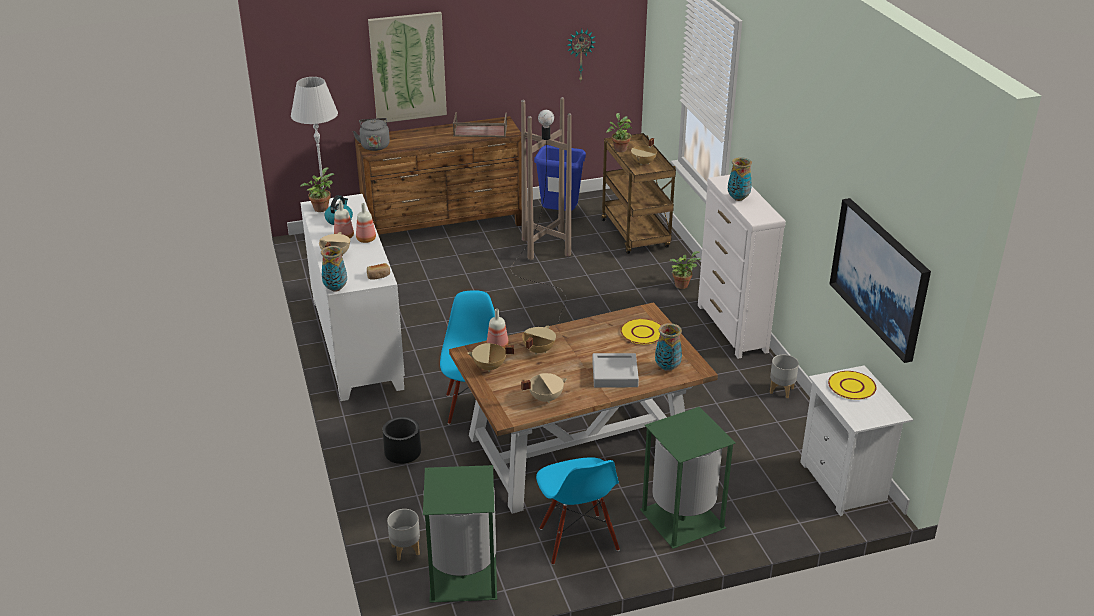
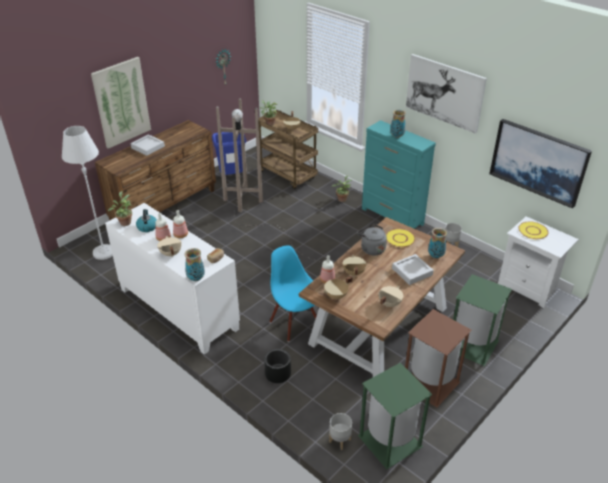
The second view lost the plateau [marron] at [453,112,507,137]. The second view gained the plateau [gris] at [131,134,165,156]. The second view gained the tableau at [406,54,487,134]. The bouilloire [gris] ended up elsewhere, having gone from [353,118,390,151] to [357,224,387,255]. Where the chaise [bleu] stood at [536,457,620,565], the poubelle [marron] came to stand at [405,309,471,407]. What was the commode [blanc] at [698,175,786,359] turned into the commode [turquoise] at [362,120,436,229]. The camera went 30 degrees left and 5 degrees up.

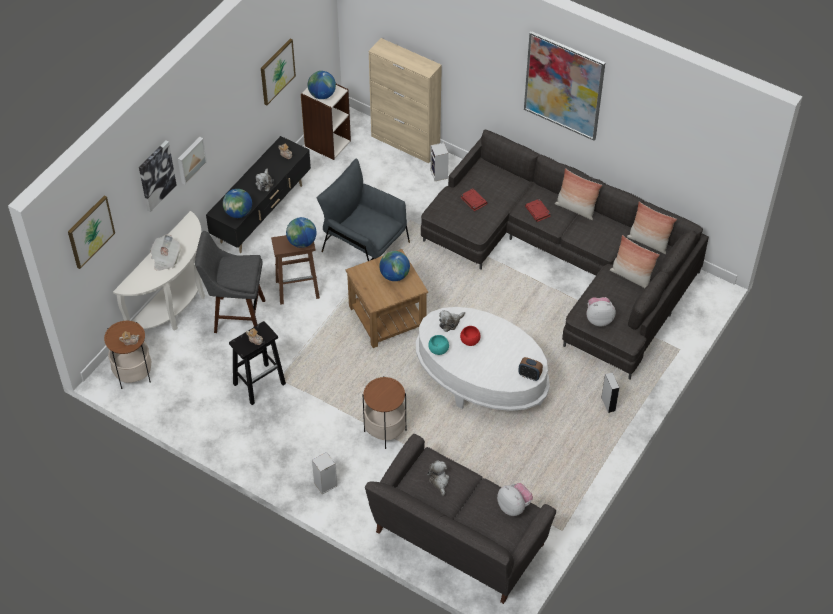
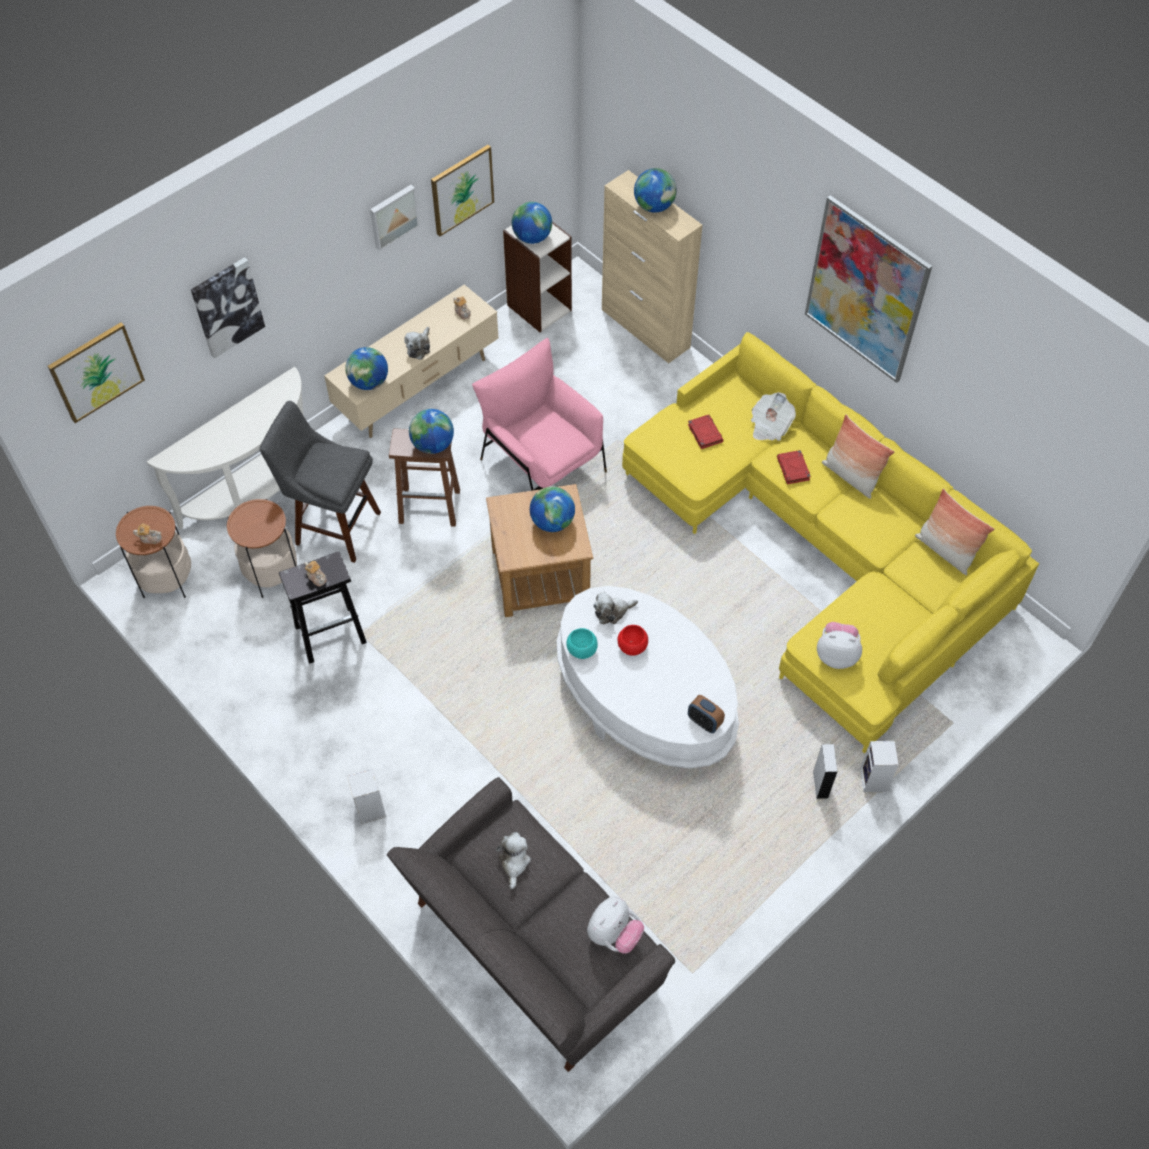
The second view lost the coussin at [610,235,660,288]. The second view gained the globe at [634,168,677,213]. The journal ended up elsewhere, having gone from [150,234,181,271] to [751,392,796,441]. The tableau ended up elsewhere, having gone from [178,137,207,185] to [370,185,420,251]. The table d'appoint ended up elsewhere, having gone from [363,377,407,449] to [227,499,297,598]. The enceinte ended up elsewhere, having gone from [430,143,449,181] to [860,741,899,792]. What was the meuble télé [noir] at [206,136,311,253] turned into the meuble télé [beige] at [324,284,498,438]. What was the fauteuil [gris] at [317,158,410,261] turned into the fauteuil [rose] at [472,338,607,491]. What was the canapé [gris] at [421,129,709,380] turned into the canapé [jaune] at [622,332,1039,753]. The peluche at [497,483,533,516] ended up facing another way, 60 degrees clockwise from before. The camera went 15 degrees right and 5 degrees up.

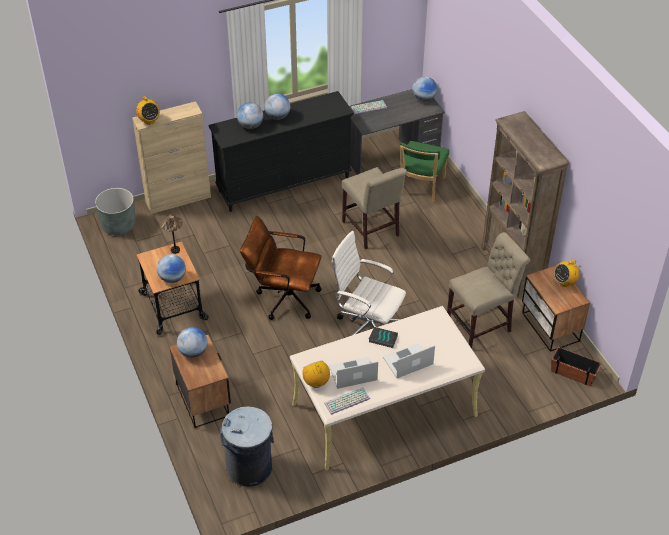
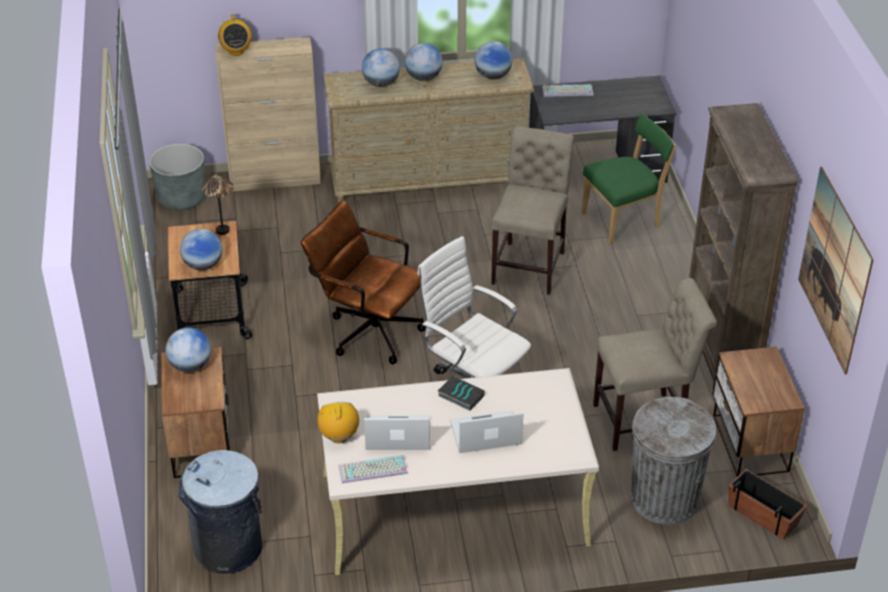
The second view lost the radio at [554,260,580,287]. The second view gained the poubelle [gris] at [630,397,716,524]. The second view gained the tableau at [798,167,874,375]. The globe ended up elsewhere, having gone from [412,76,437,101] to [475,41,512,79]. What was the commode [noir] at [209,91,354,212] turned into the commode [beige] at [324,58,534,203]. The chaise [beige] at [342,167,407,249] ended up facing another way, 150 degrees counterclockwise from before. The chaise [vert] at [400,141,449,202] ended up facing another way, 150 degrees counterclockwise from before. The camera went 15 degrees right and 5 degrees down.

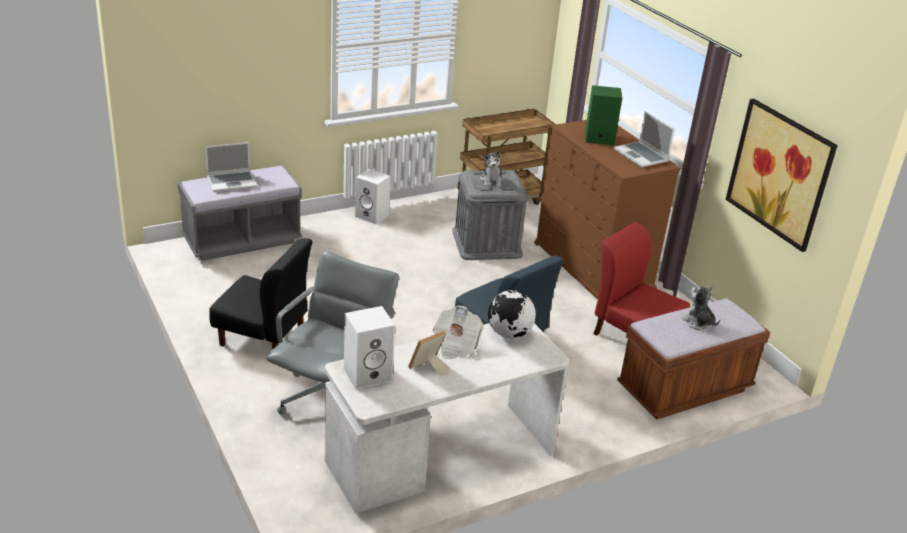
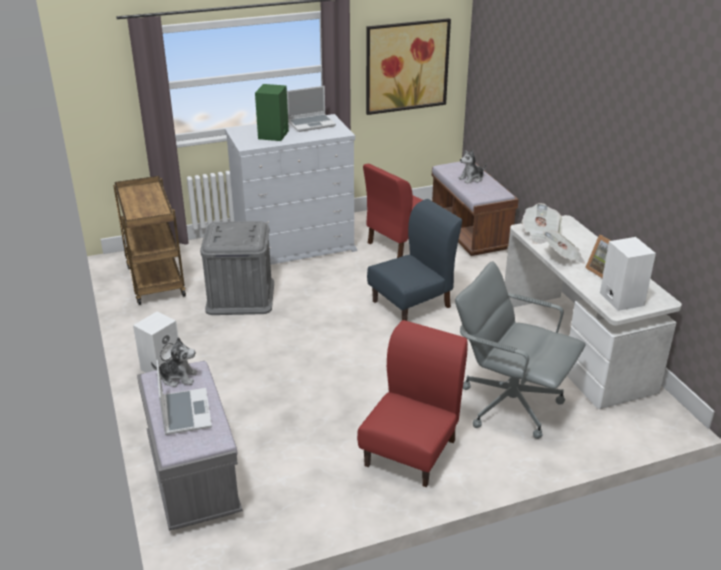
The peluche ended up elsewhere, having gone from [480,150,503,187] to [151,337,197,387]. Where the globe stood at [488,290,536,338], the journal came to stand at [521,203,562,244]. What was the chaise [noir] at [209,238,312,350] turned into the chaise [rouge] at [357,320,468,487]. What was the commode [marron] at [534,120,680,299] turned into the commode [blanc] at [225,114,357,265]. The camera went 80 degrees left and 0 degrees up.

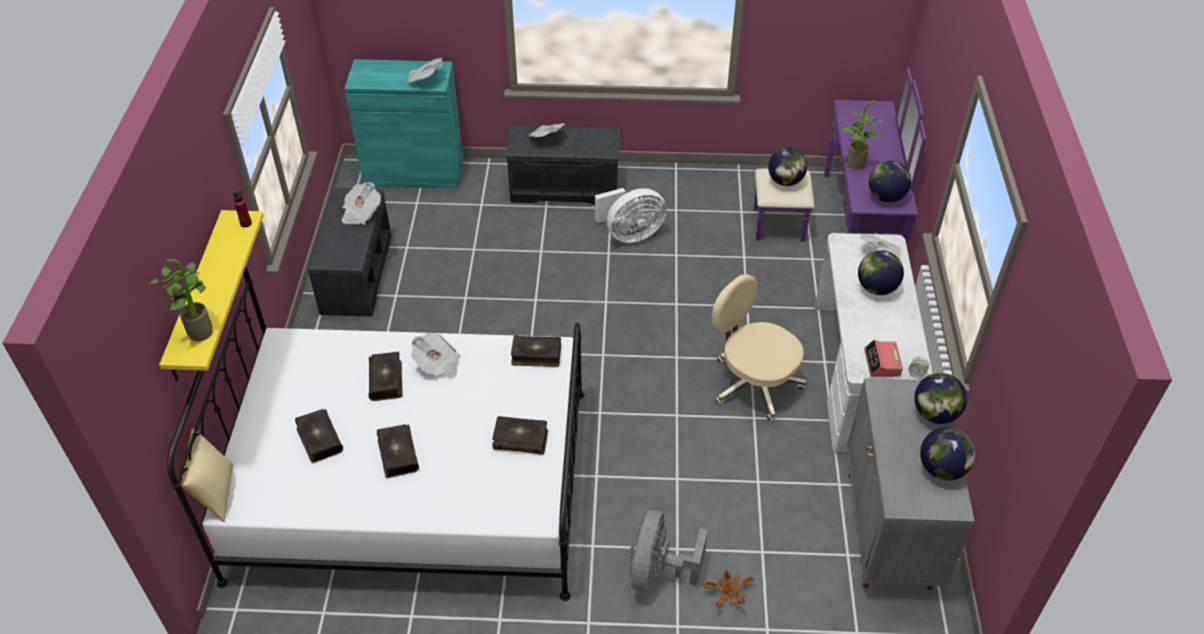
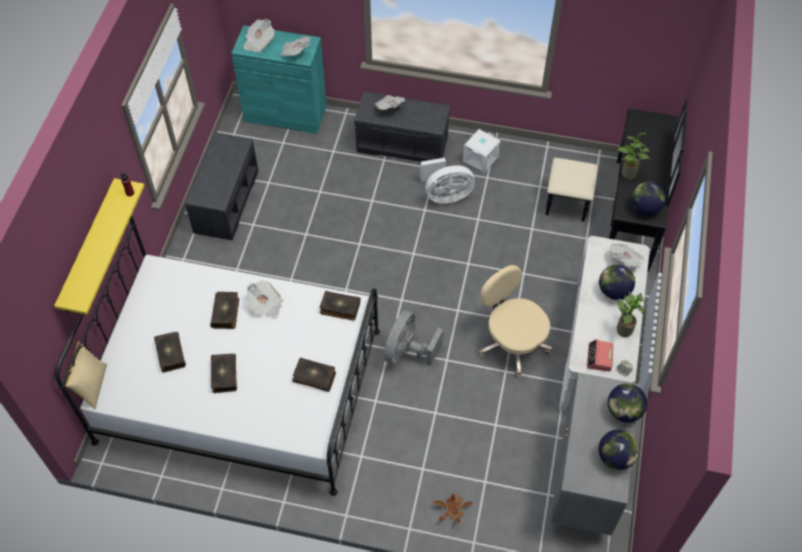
The second view lost the globe at [768,147,807,186]. The second view gained the boîte de rangement [blanc] at [463,129,501,174]. The plante en pot ended up elsewhere, having gone from [150,259,212,341] to [617,291,645,337]. The journal ended up elsewhere, having gone from [342,182,381,225] to [243,19,275,53]. The ventilateur [gris] ended up elsewhere, having gone from [629,510,708,592] to [384,311,443,365]. What was the commode [violet] at [754,67,926,245] turned into the commode [noir] at [545,99,687,272]. The camera went 10 degrees right and 10 degrees up.

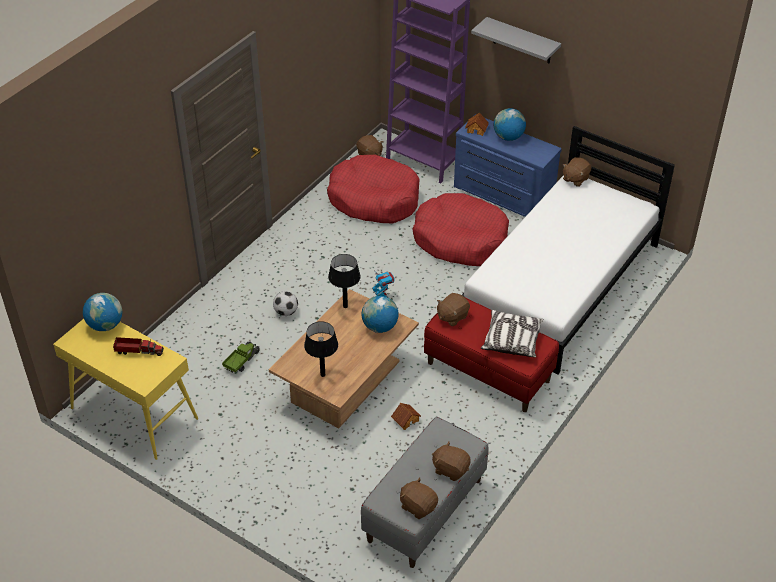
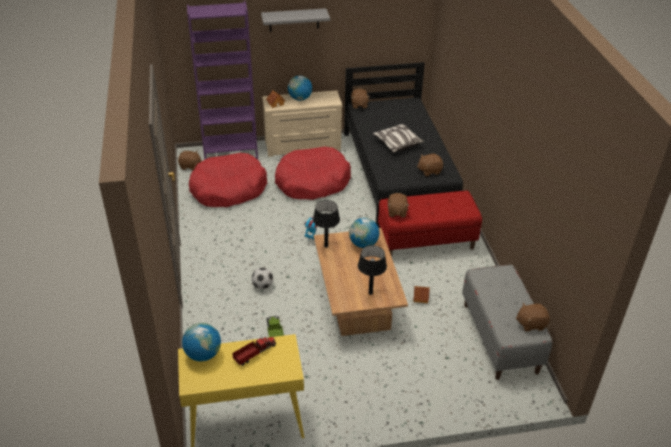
The peluche [marron] ended up elsewhere, having gone from [432,441,470,481] to [417,154,443,176]. The coussin ended up elsewhere, having gone from [481,310,543,358] to [372,124,424,153]. What was the commode [bleu] at [454,114,562,217] turned into the commode [beige] at [262,90,342,157]. What was the lit [blanc] at [462,126,675,374] turned into the lit [noir] at [344,62,463,228]. The camera went 45 degrees left and 5 degrees down.

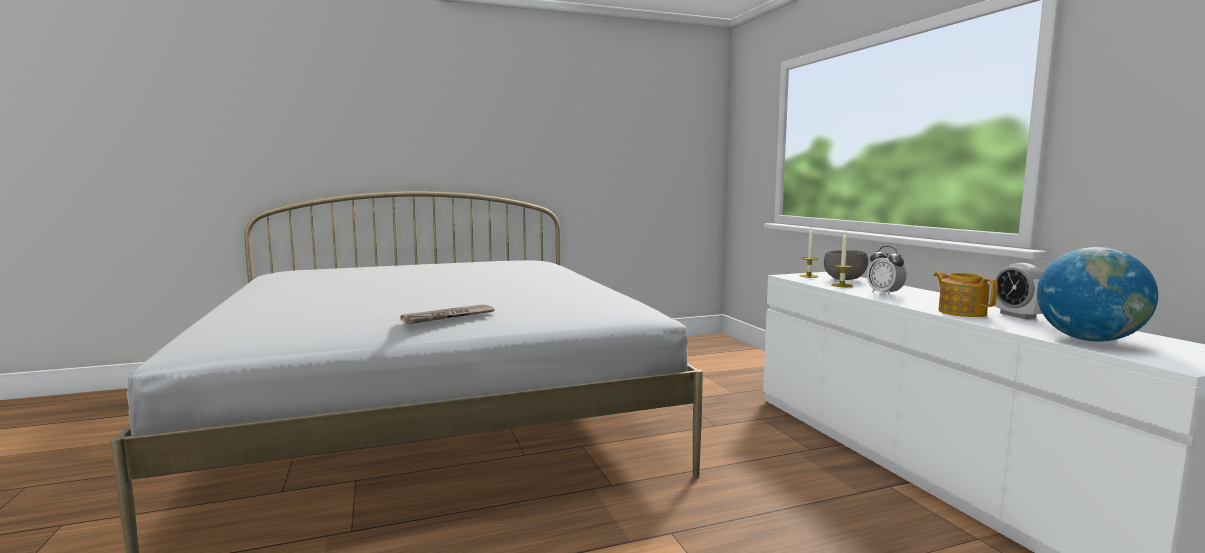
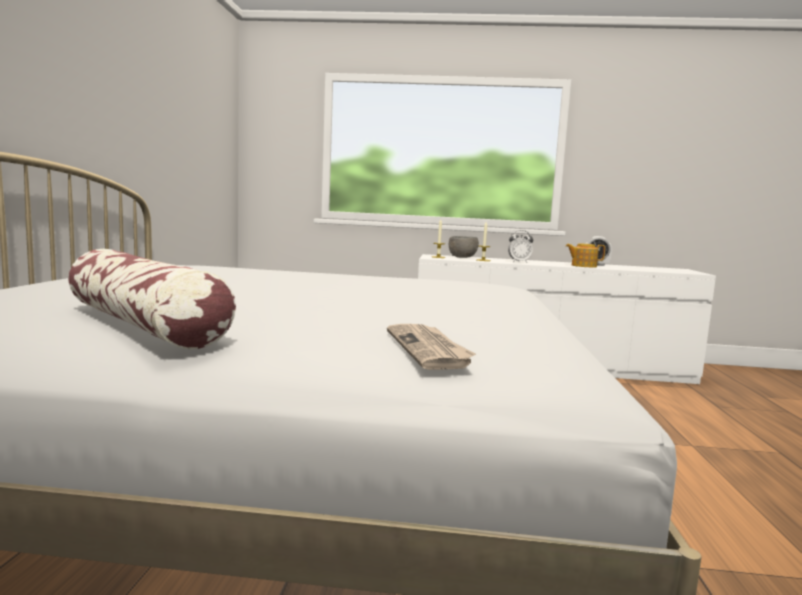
The second view lost the globe at [1037,247,1158,342]. The second view gained the coussin at [68,249,236,349]. The journal ended up elsewhere, having gone from [400,304,495,324] to [387,324,476,370]. The camera went 65 degrees left and 0 degrees up.

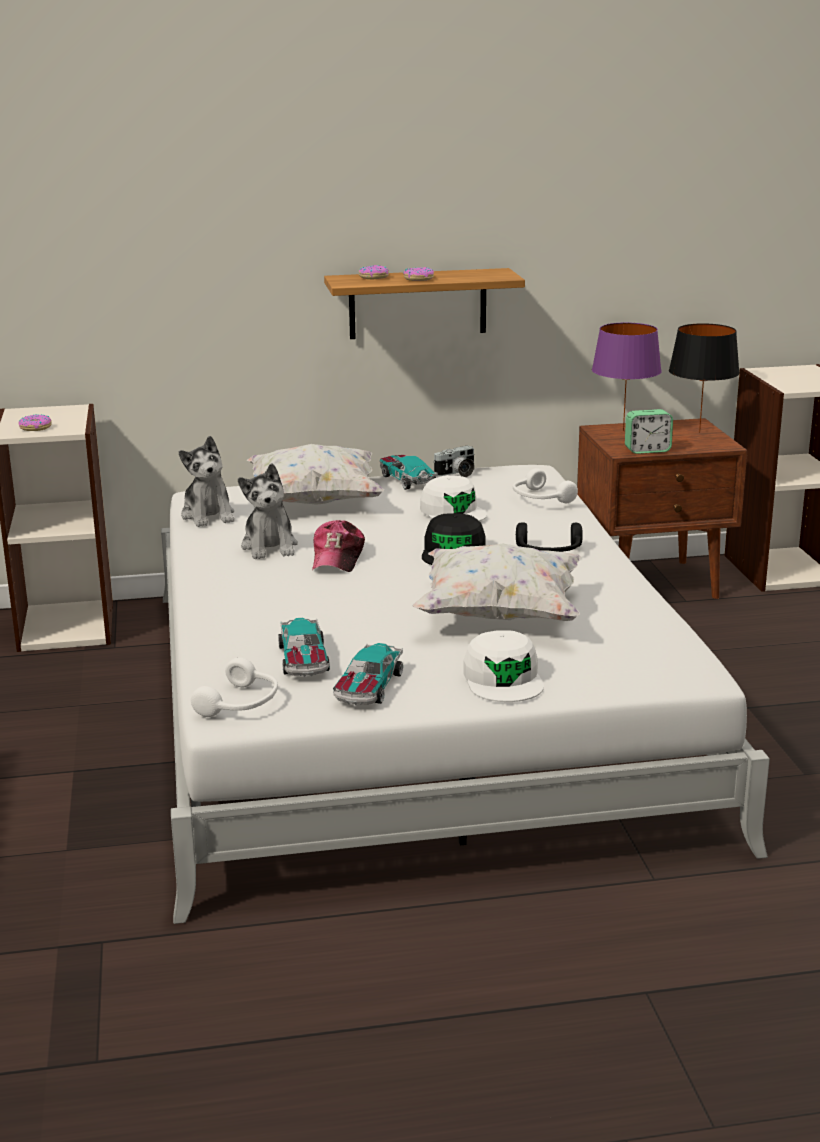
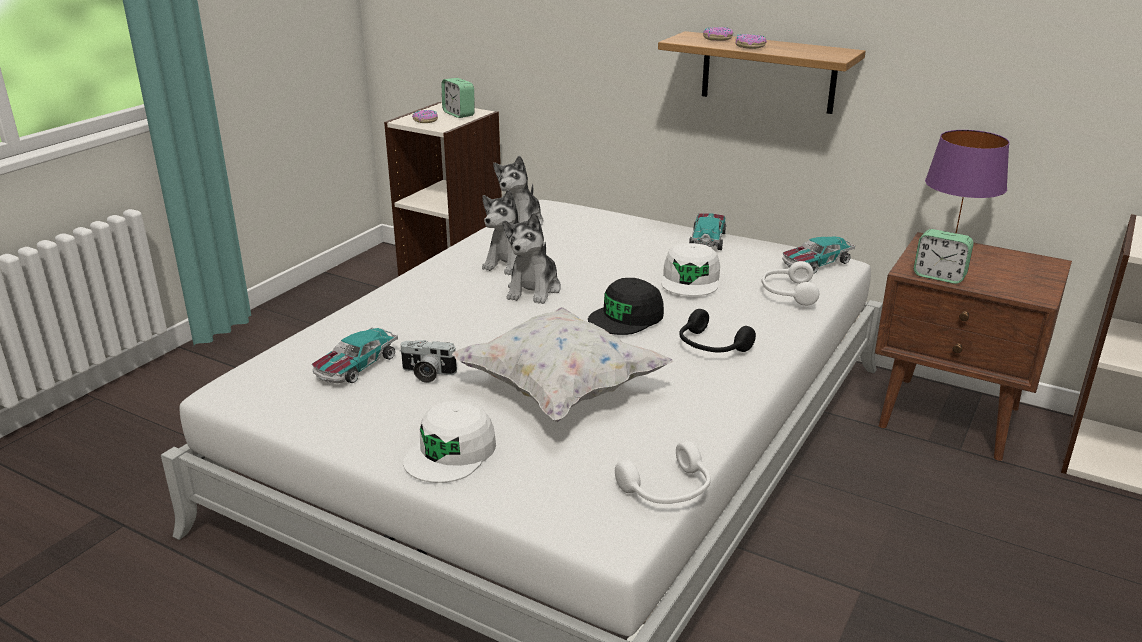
The second view lost the coussin [blanc] at [247,444,384,505]. The second view lost the lampe de table [noir] at [669,323,740,433]. The second view gained the réveil at [442,78,475,118]. The casque audio [blanc] ended up elsewhere, having gone from [191,657,278,717] to [615,441,711,504]. The petite voiture ended up elsewhere, having gone from [333,643,403,706] to [782,236,855,274]. The appareil photo ended up elsewhere, having gone from [433,446,475,477] to [400,340,457,383]. Where the casquette stood at [312,520,365,572], the peluche came to stand at [503,213,561,304]. The camera went 40 degrees right and 5 degrees up.

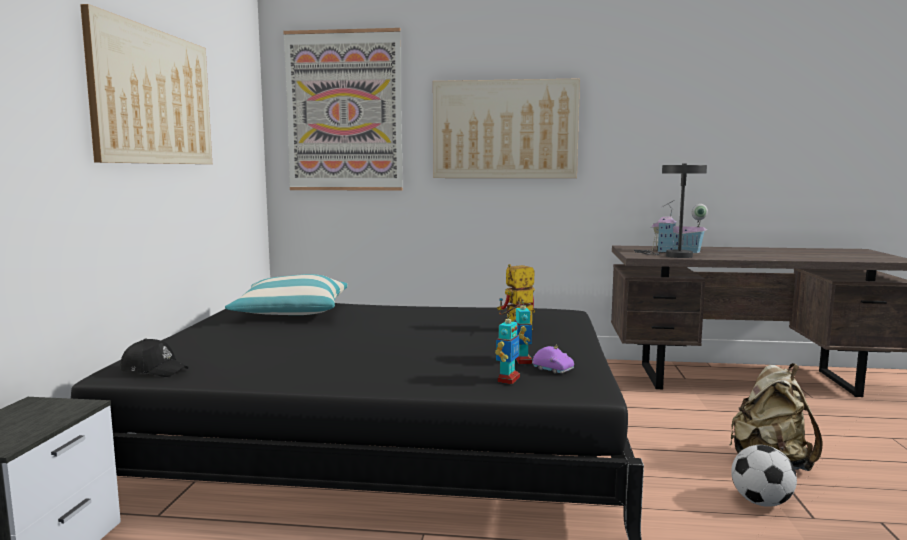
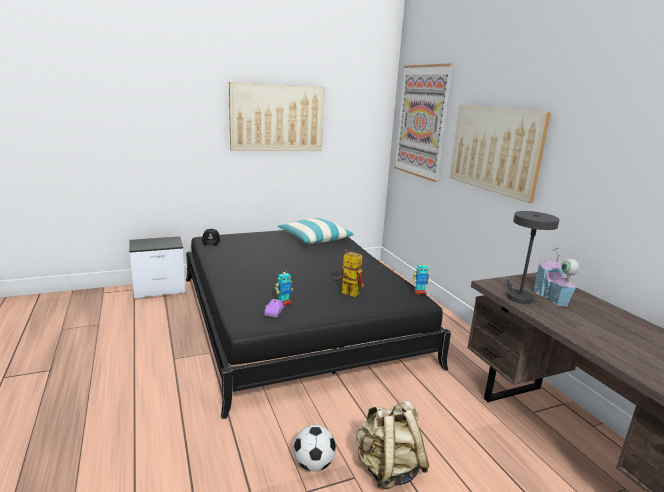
The robot jouet ended up elsewhere, having gone from [495,313,520,384] to [413,264,430,295]. The camera went 60 degrees right and 10 degrees up.

